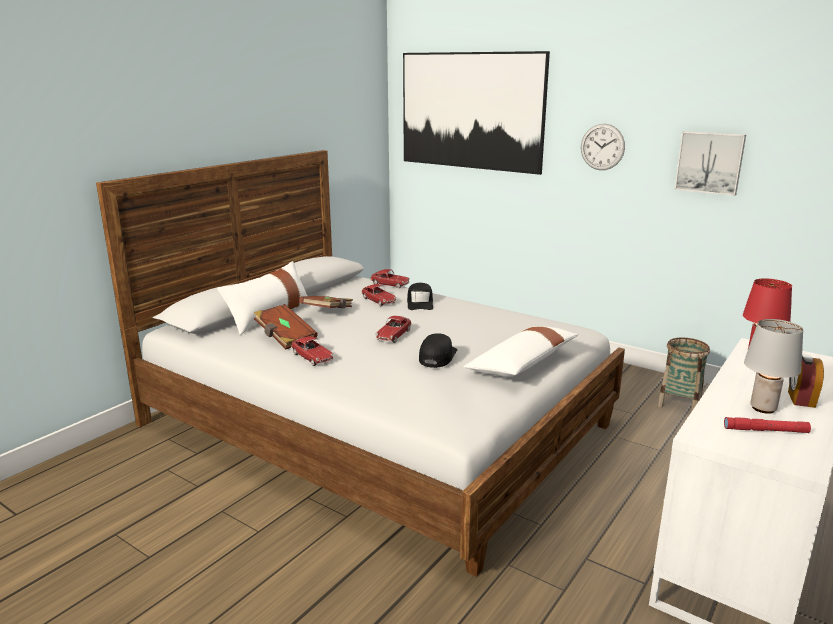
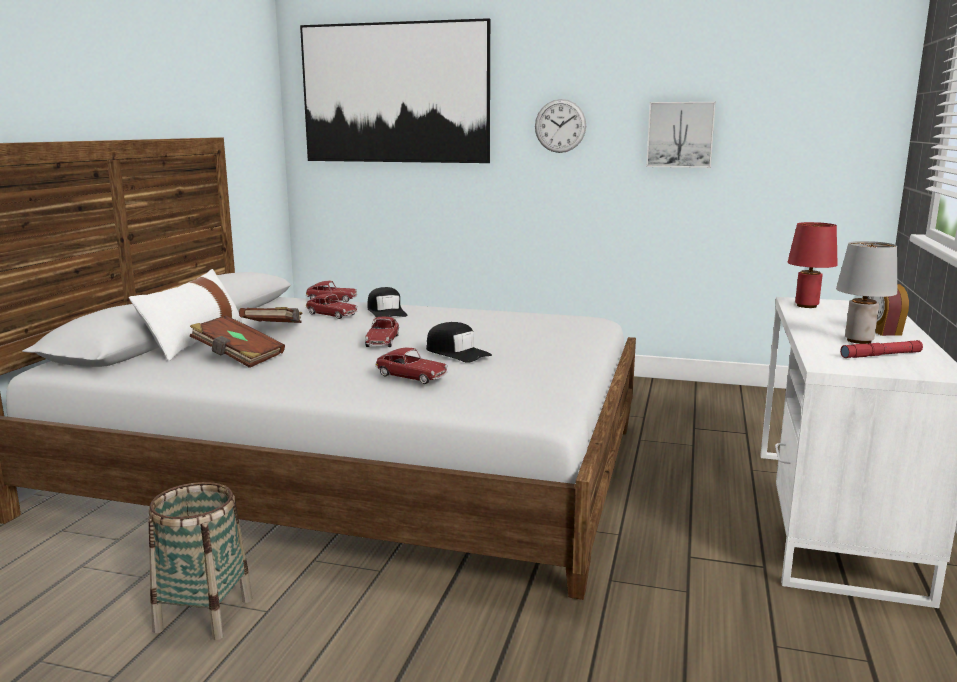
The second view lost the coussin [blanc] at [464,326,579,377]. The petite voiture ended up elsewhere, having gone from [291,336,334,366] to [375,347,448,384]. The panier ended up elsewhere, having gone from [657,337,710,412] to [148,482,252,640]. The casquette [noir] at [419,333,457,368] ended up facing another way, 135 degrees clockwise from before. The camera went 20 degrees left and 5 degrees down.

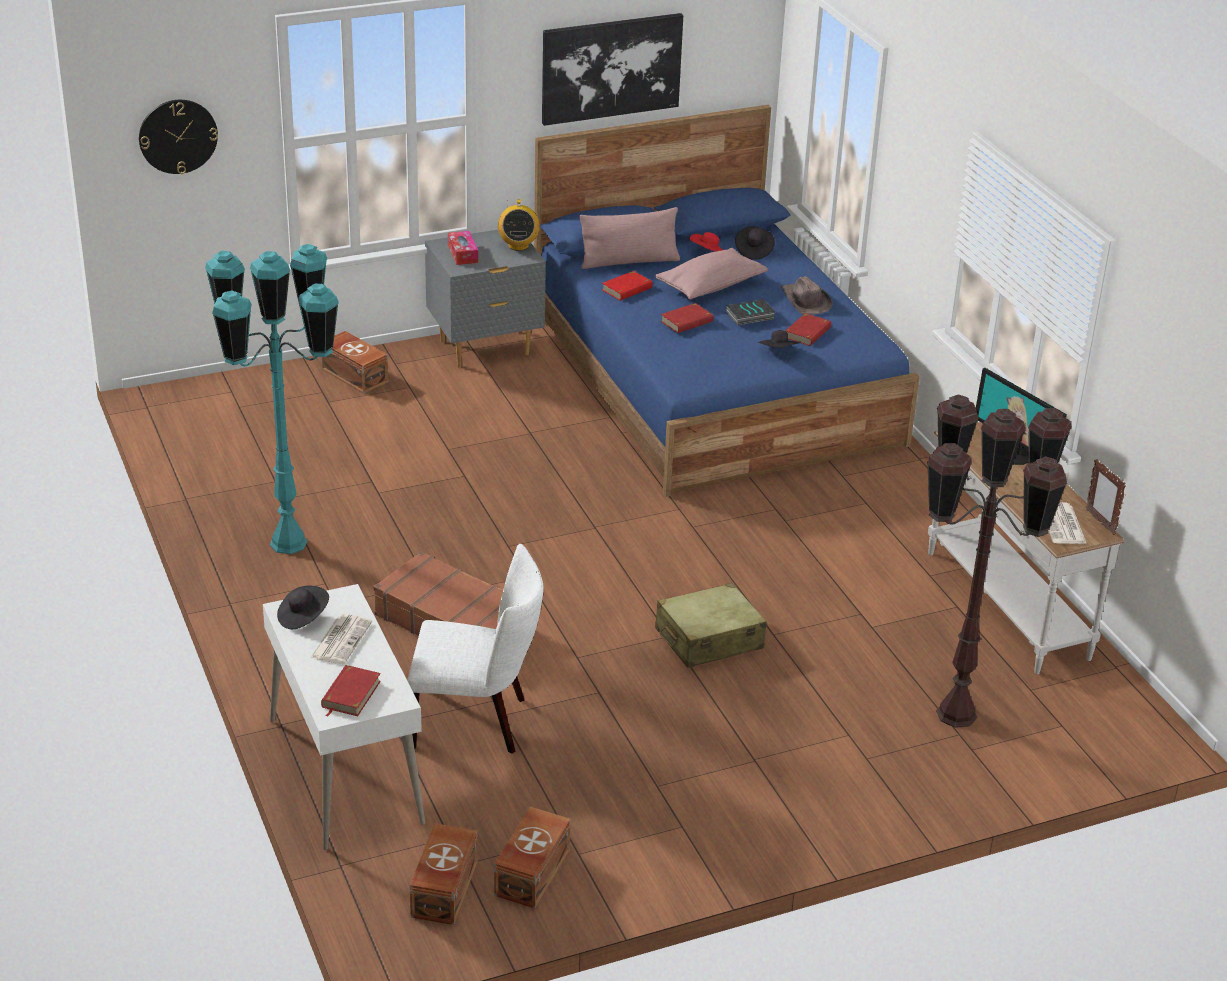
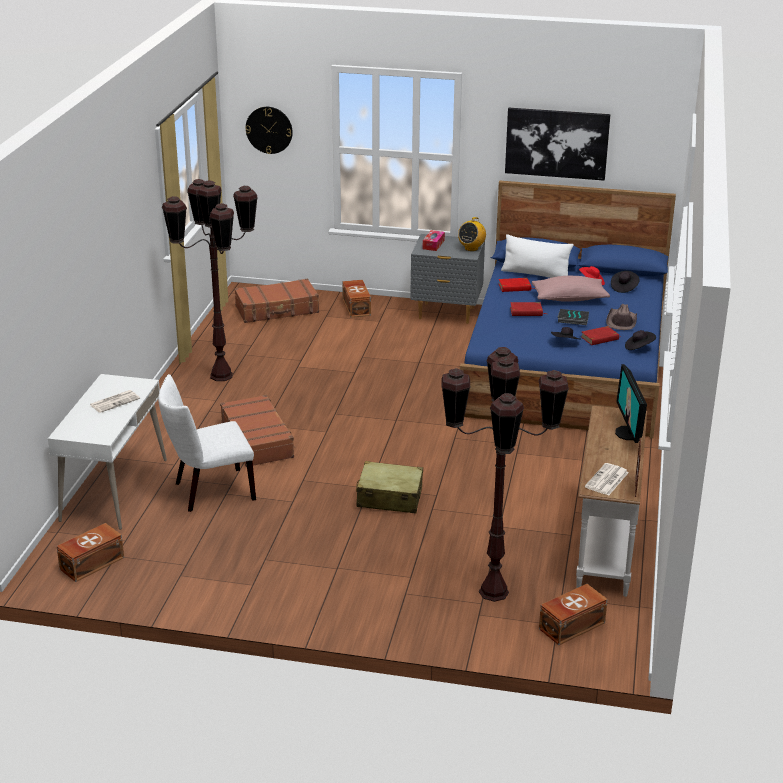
The second view lost the livre [rouge] at [321,665,381,717]. The second view gained the valise [marron] at [234,278,319,323]. The chapeau [noir] ended up elsewhere, having gone from [277,586,329,629] to [625,330,656,350]. The boîte de rangement [marron] ended up elsewhere, having gone from [494,807,571,908] to [539,584,608,645]. What was the lampadaire [turquoise] at [205,244,339,554] turned into the lampadaire [marron] at [162,179,258,381]. What was the coussin [rose] at [579,207,680,269] turned into the coussin [blanc] at [501,234,574,278]. The chaise [blanc] at [407,544,544,754] ended up facing another way, 120 degrees clockwise from before. The camera went 35 degrees right and 5 degrees down.

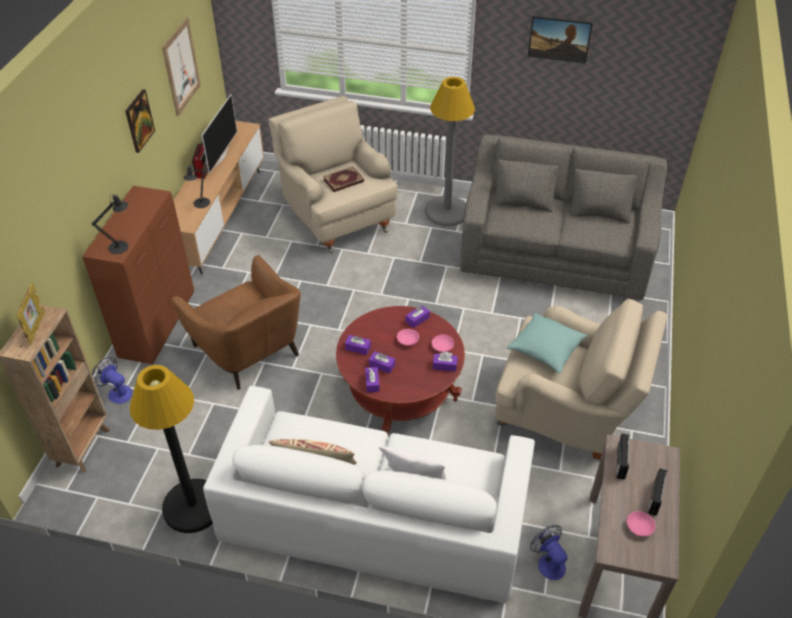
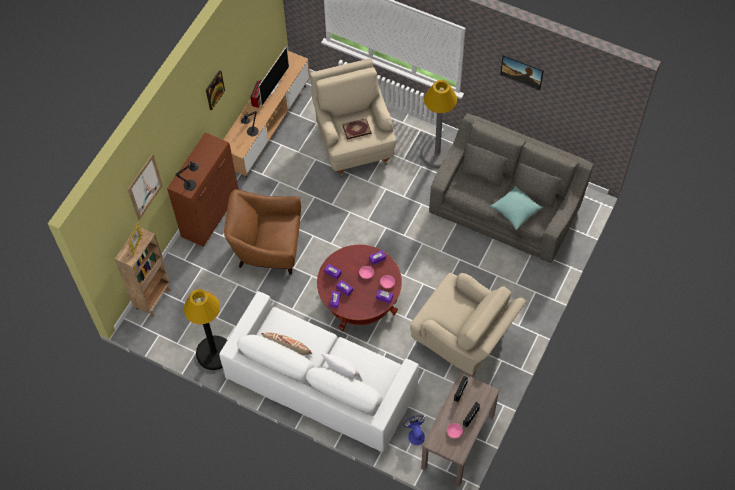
The second view lost the ventilateur at [92,357,133,404]. The tableau ended up elsewhere, having gone from [162,18,201,116] to [127,154,163,220]. The coussin [turquoise] ended up elsewhere, having gone from [507,313,588,374] to [490,186,543,230]. The fauteuil [marron] at [171,255,301,390] ended up facing another way, 120 degrees clockwise from before. The camera went 15 degrees right and 15 degrees up.

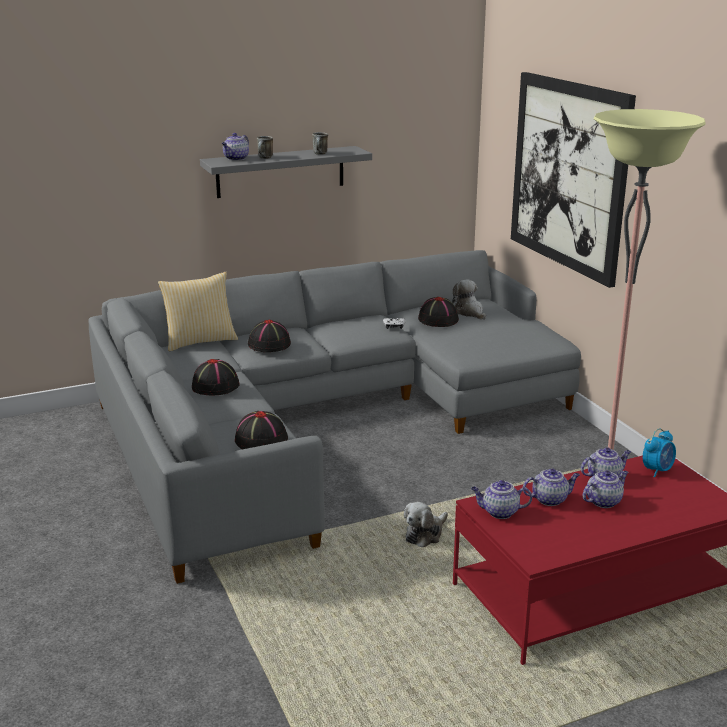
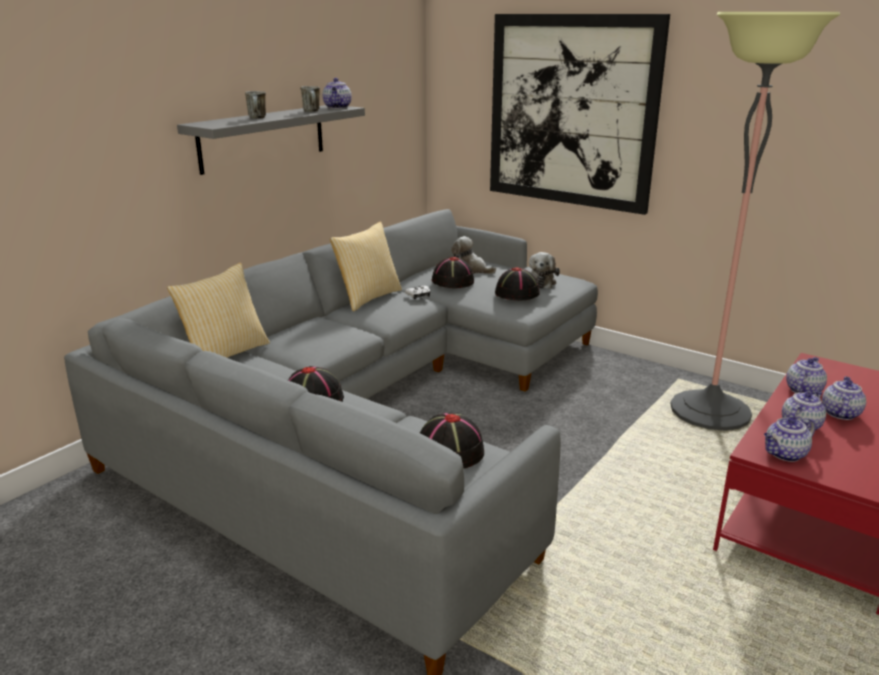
The second view lost the réveil at [643,428,676,477]. The second view gained the coussin at [330,222,402,312]. The théière ended up elsewhere, having gone from [222,133,249,160] to [322,78,352,109]. The chapeau [noir] ended up elsewhere, having gone from [248,320,291,352] to [495,267,540,300]. The peluche ended up elsewhere, having gone from [404,502,448,547] to [529,252,560,288]. The camera went 30 degrees left and 0 degrees up.

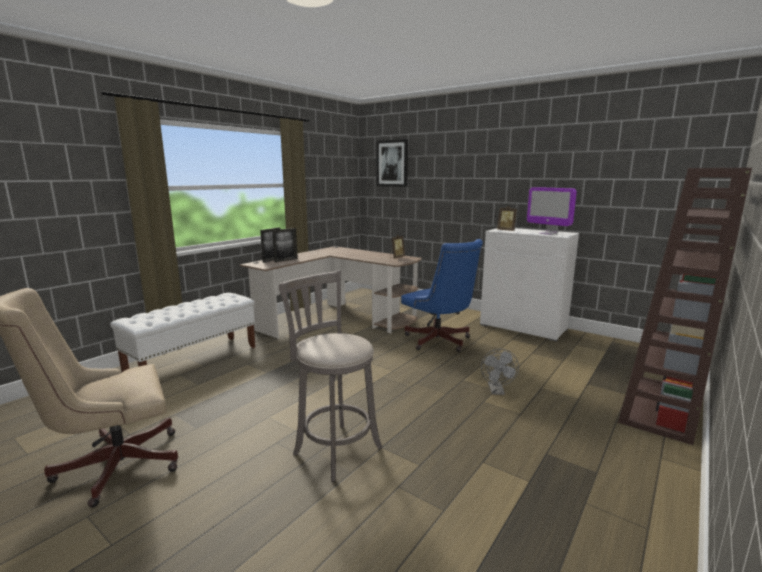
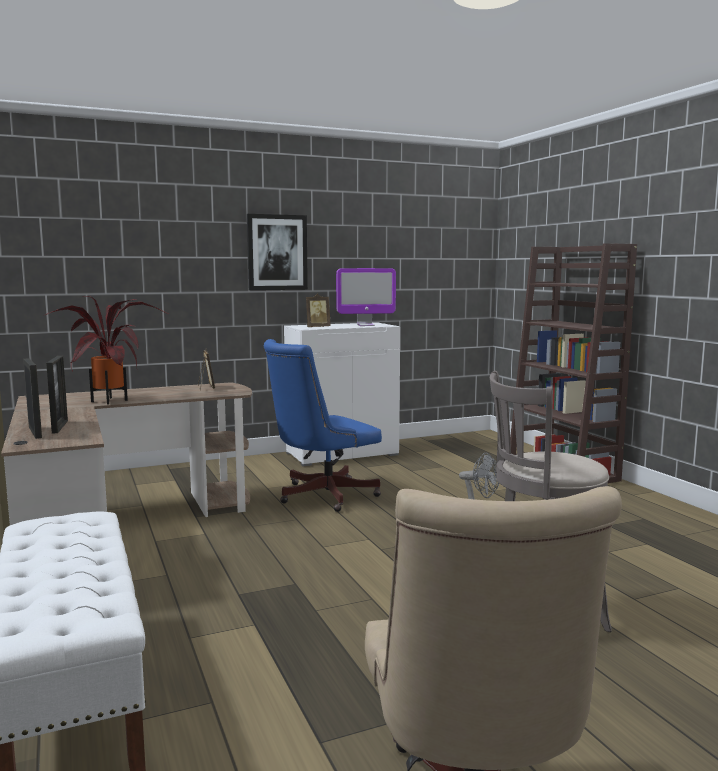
The second view gained the plante en pot at [43,296,168,405]. The tableau ended up elsewhere, having gone from [376,139,408,187] to [247,214,308,290]. The chaise de bureau [bleu] at [401,239,483,352] ended up facing another way, 150 degrees clockwise from before. The camera went 60 degrees left and 5 degrees down.

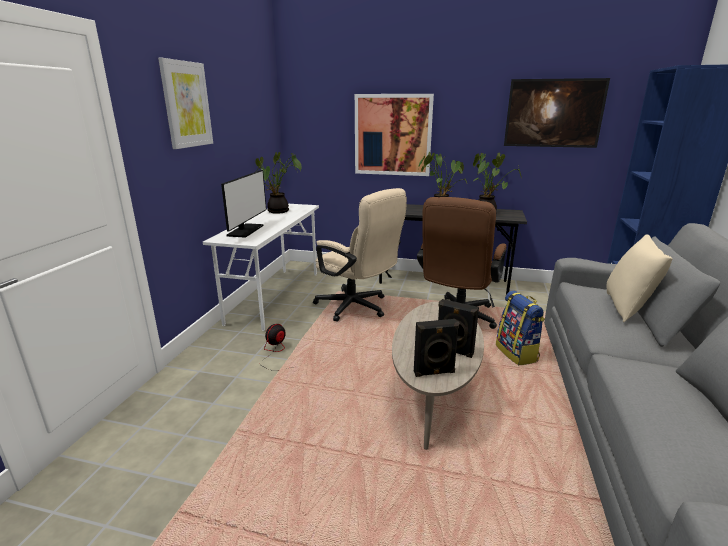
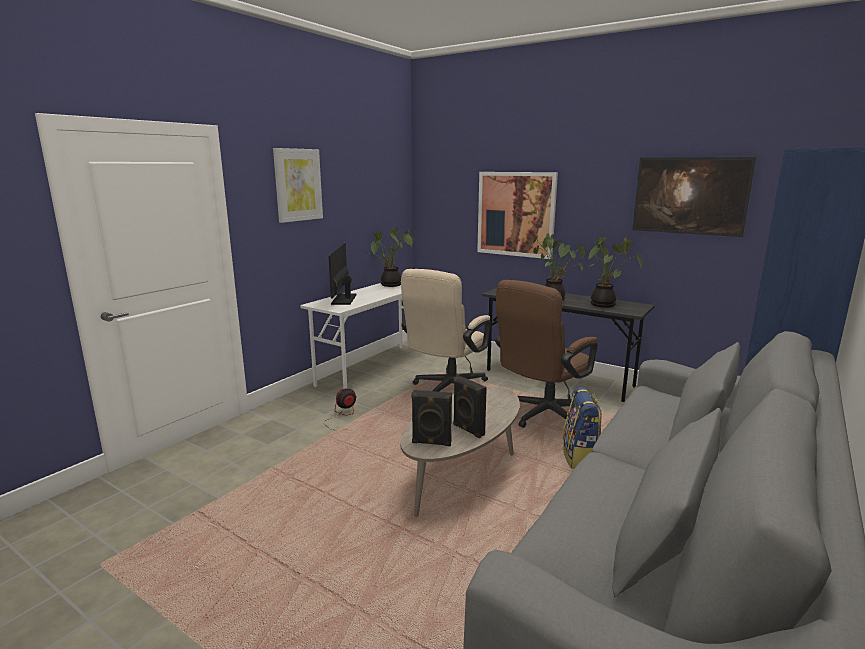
The second view lost the coussin [beige] at [607,234,673,322]. The écran d'ordinateur at [221,170,266,238] ended up facing another way, 150 degrees clockwise from before. The chaise de bureau [beige] at [313,188,407,322] ended up facing another way, 60 degrees clockwise from before. The camera went 20 degrees right and 5 degrees down.

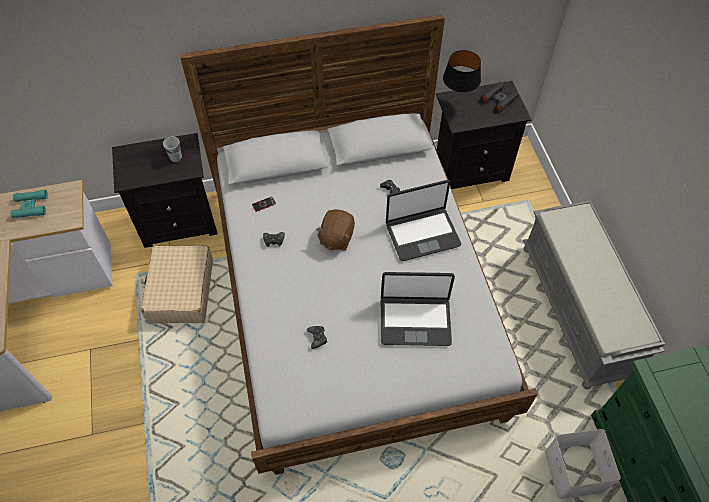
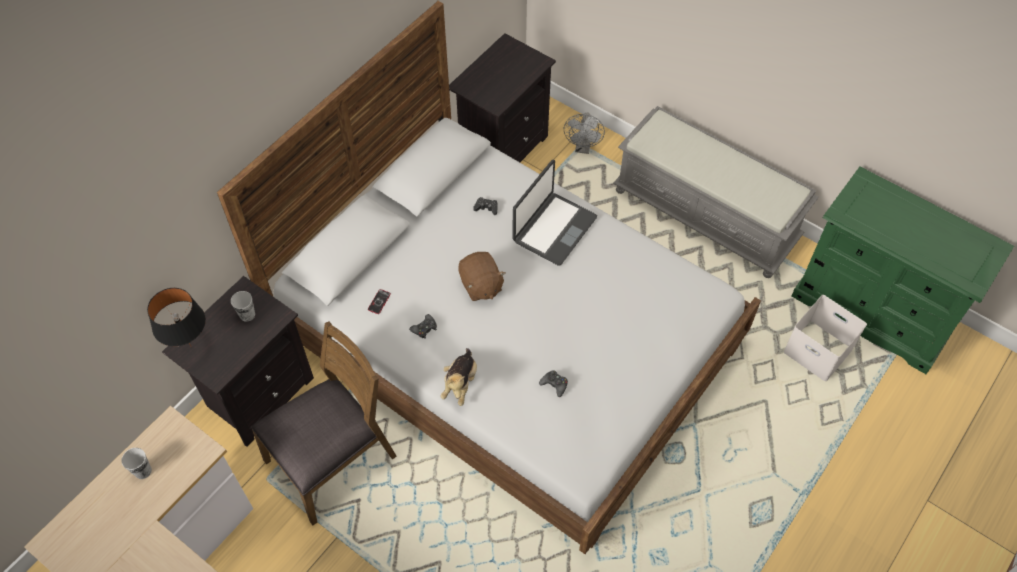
The second view lost the ordinateur portable at [381,272,455,346]. The second view lost the jumelles [noir] at [481,82,519,112]. The second view gained the peluche at [441,348,477,406]. The second view gained the ventilateur [gris] at [564,113,605,154]. The lampe de table [noir] ended up elsewhere, having gone from [443,50,481,104] to [147,288,206,346]. Where the jumelles [turquoise] stood at [10,190,48,218], the tasse came to stand at [121,448,152,479]. Where the valise [beige] stood at [141,246,213,323], the chaise [marron] came to stand at [251,322,397,525]. The camera went 40 degrees left and 0 degrees up.

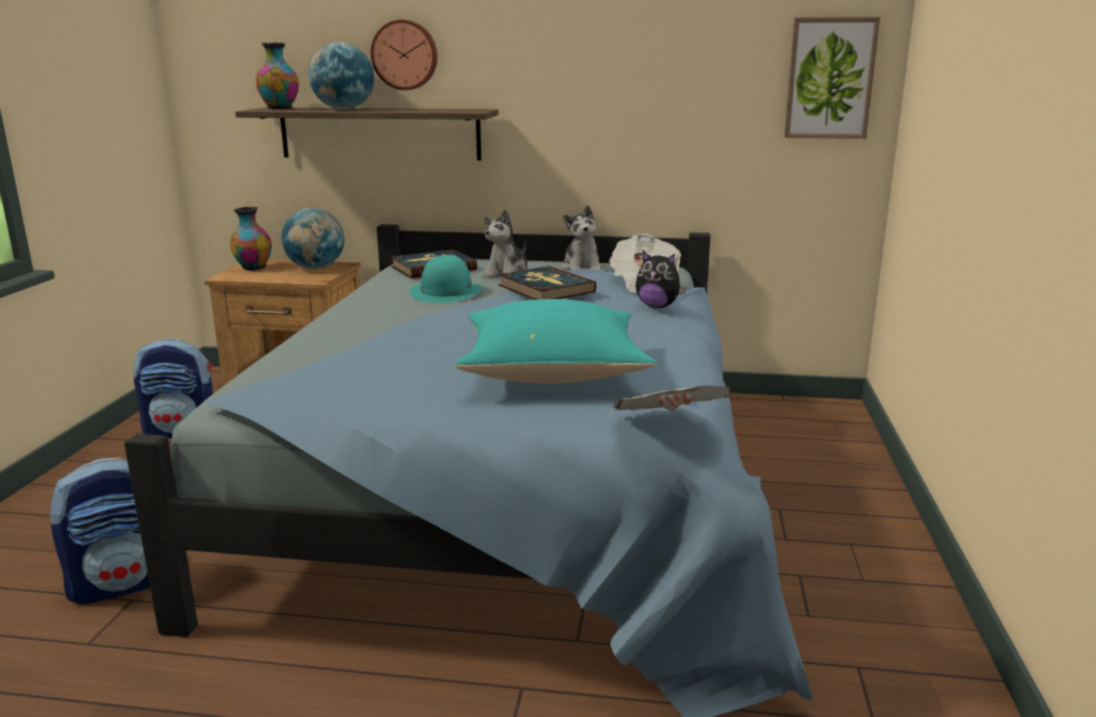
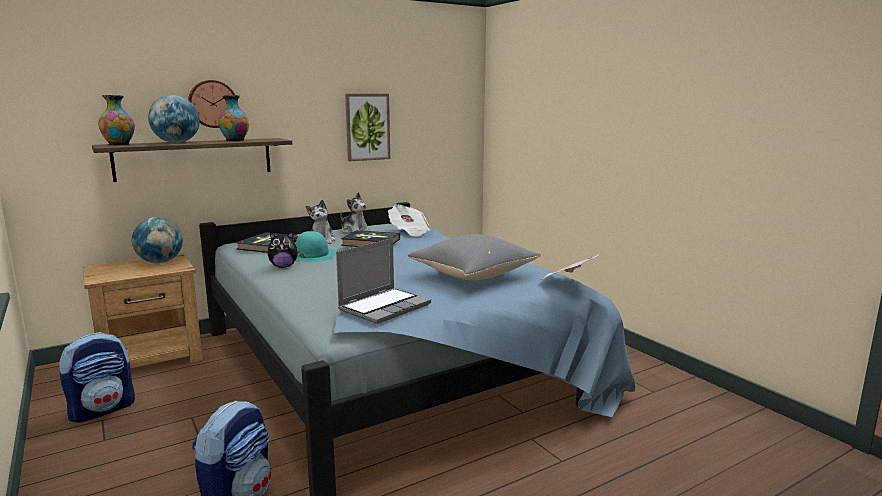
The second view gained the ordinateur portable at [336,238,431,324]. The vase ended up elsewhere, having gone from [230,207,272,271] to [218,95,249,141]. The peluche ended up elsewhere, having gone from [636,251,687,308] to [268,232,300,268]. The tableau ended up elsewhere, having gone from [784,17,880,139] to [345,94,390,161]. What was the coussin [turquoise] at [455,299,657,384] turned into the coussin [gris] at [408,234,541,280]. The camera went 40 degrees left and 5 degrees down.

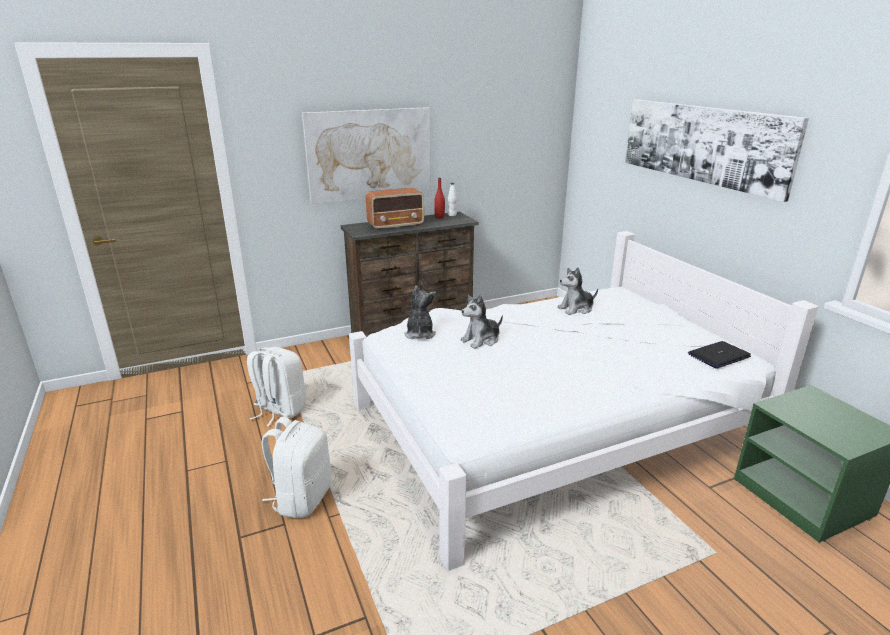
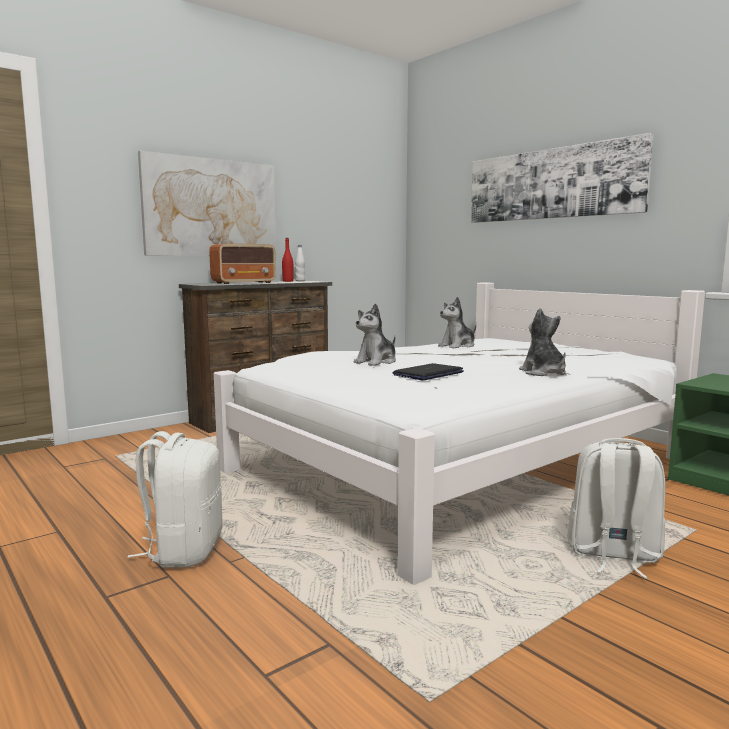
The sac à dos [blanc] ended up elsewhere, having gone from [247,347,306,426] to [567,438,665,578]. The peluche ended up elsewhere, having gone from [404,286,436,339] to [519,308,566,376]. The ordinateur portable ended up elsewhere, having gone from [688,341,751,369] to [392,363,464,381]. The camera went 15 degrees left and 15 degrees down.

